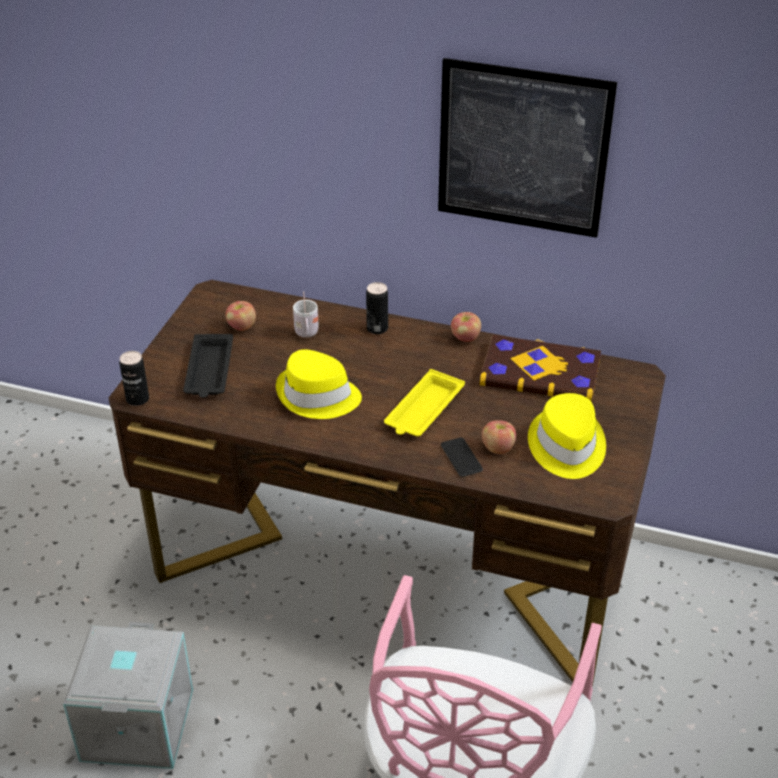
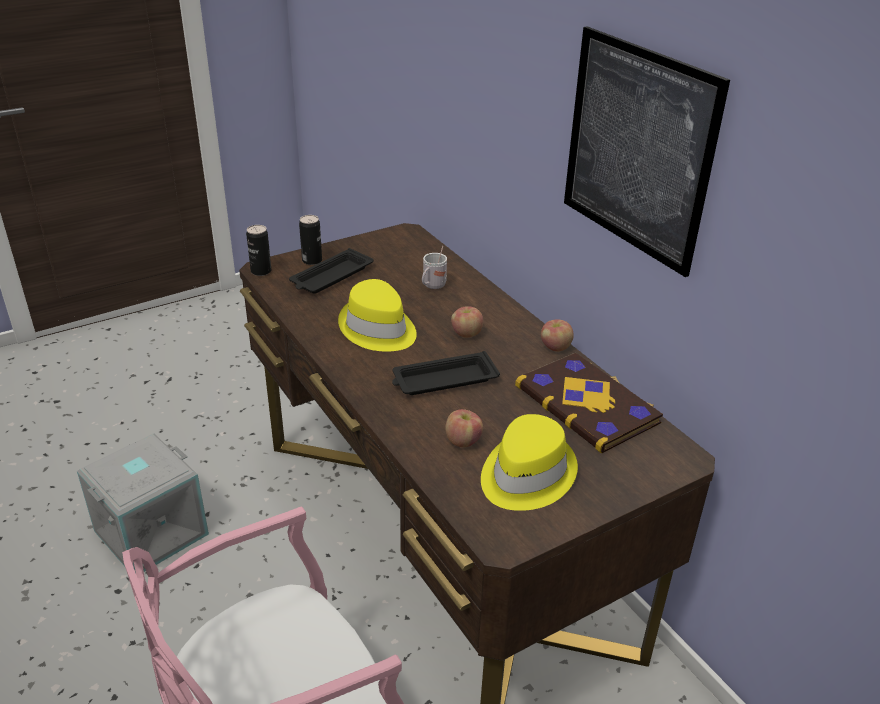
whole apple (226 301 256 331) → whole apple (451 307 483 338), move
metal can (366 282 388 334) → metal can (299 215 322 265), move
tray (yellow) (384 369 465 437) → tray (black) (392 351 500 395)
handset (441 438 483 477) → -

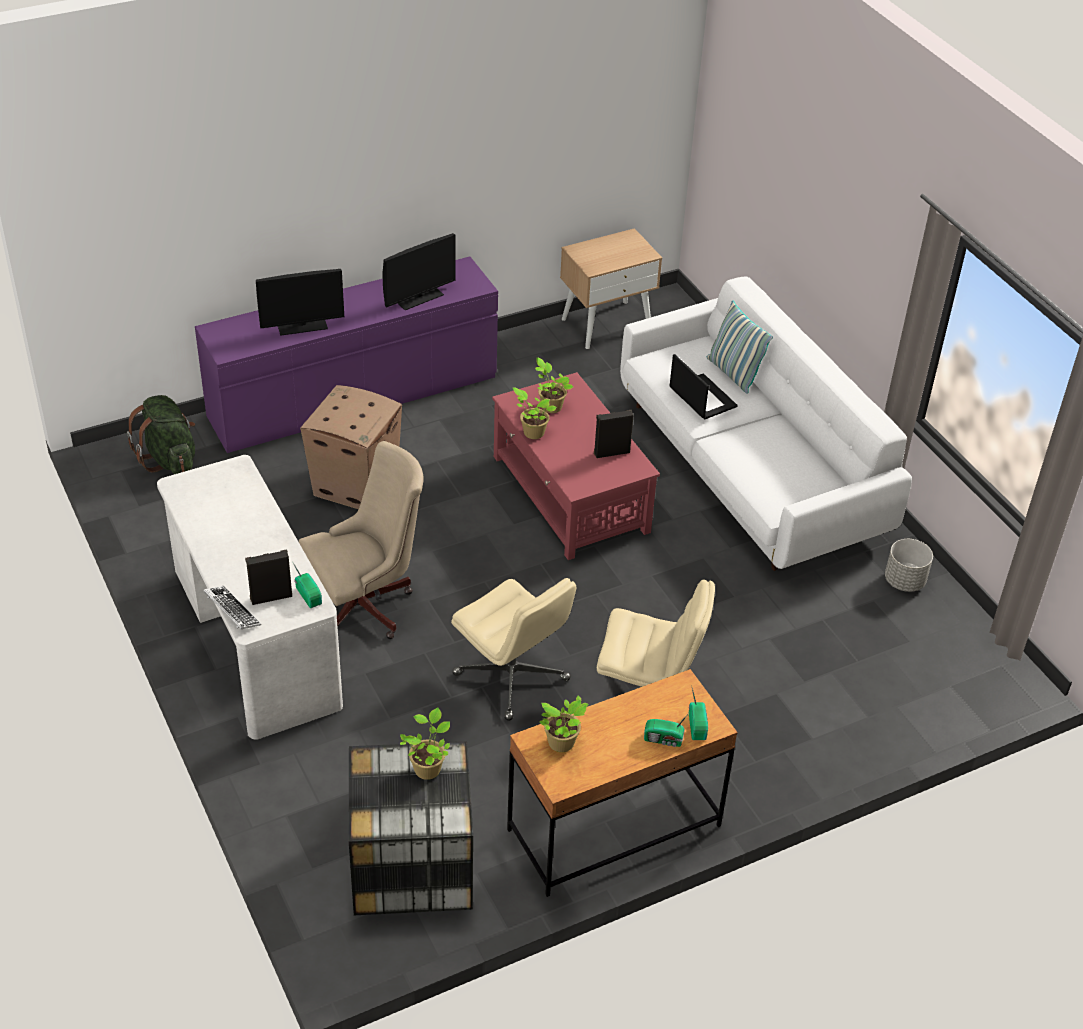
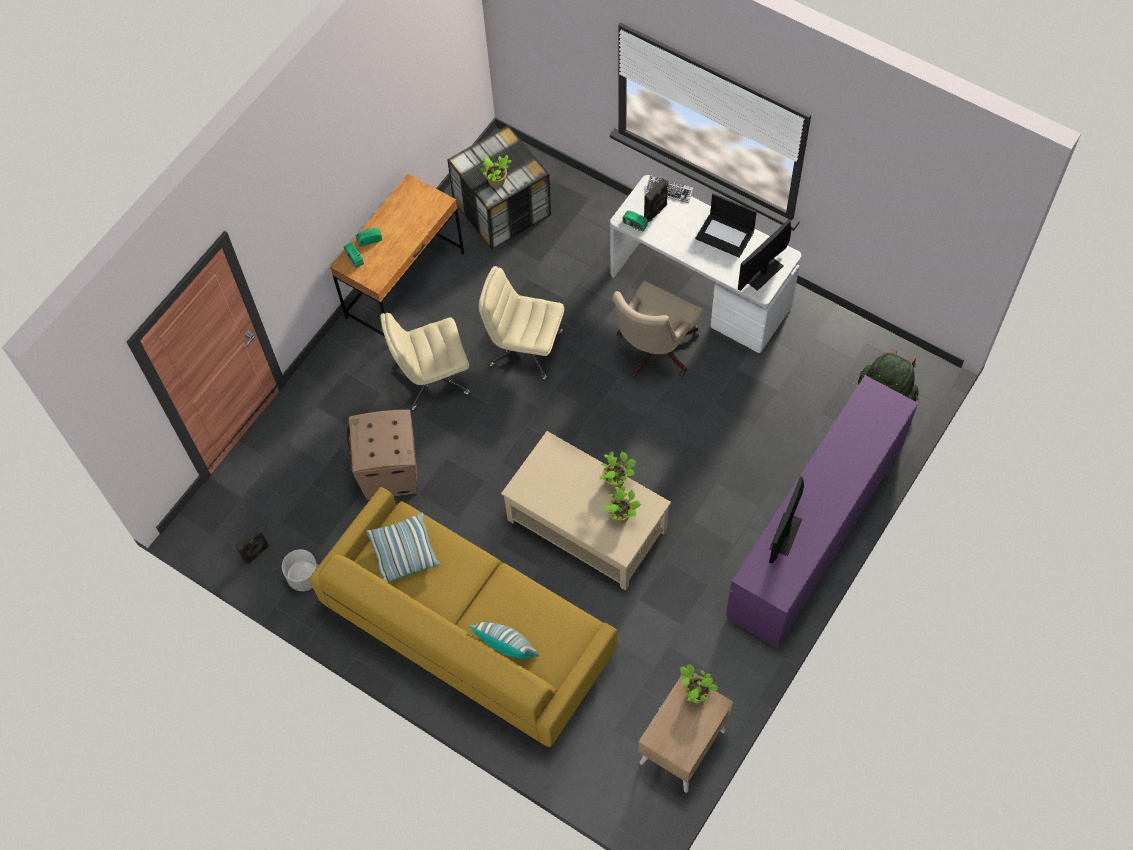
monitor (256 269 344 336) → monitor (738 219 791 291), move
carton (300 385 402 509) → carton (346 409 417 500), move
coffee table (red) (492 372 660 560) → coffee table (sand-coloured) (501 431 671 591)
potted plant (540 696 589 752) → potted plant (680 664 719 703), move
speaker (black) (594 410 634 458) → speaker (black) (235 526 269 565), move
sofa (white) (620 276 912 571) → sofa (yellow) (310 487 618 747)
portable computer (670 354 738 419) → portable computer (695 193 757 258), move
- → throw pillow (366 512 441 583)

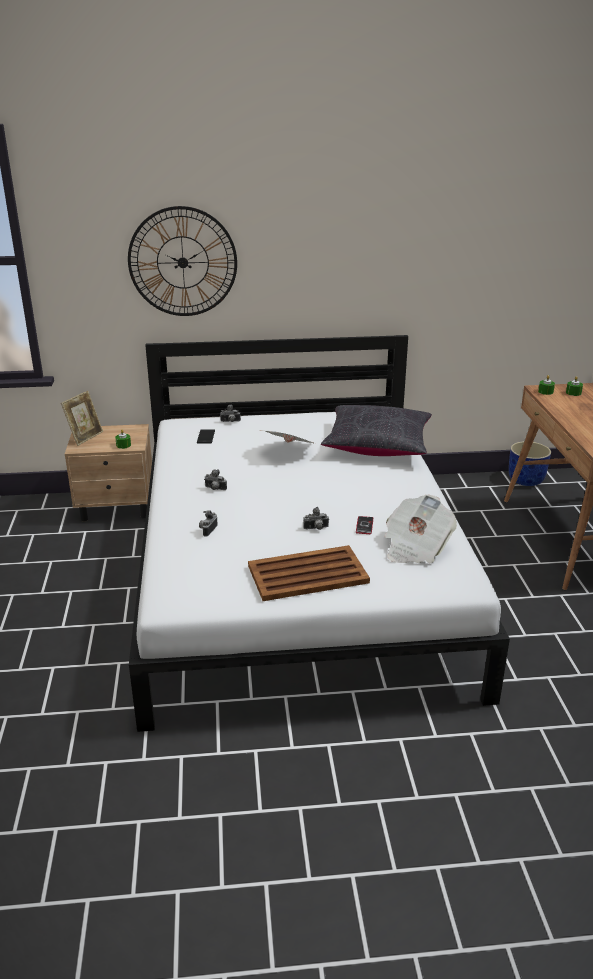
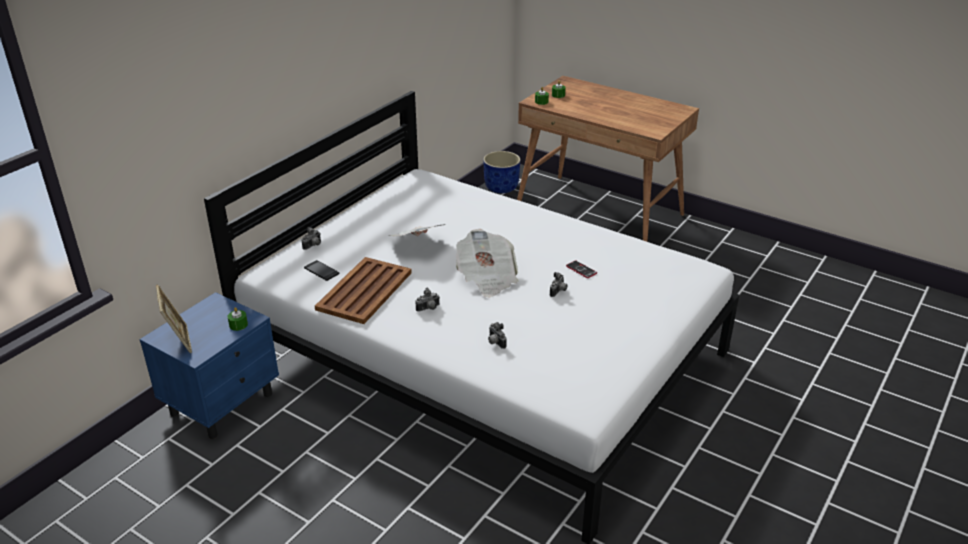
bedside table (sand-coloured) (65 424 152 522) → bedside table (blue) (140 292 279 439)
clock on the wall (128 206 237 316) → -
tray (brown) (248 545 370 601) → tray (brown) (315 257 412 324), move
throw pillow (black) (321 405 432 456) → -
printed paper (385 495 457 563) → printed paper (456 229 519 298), move

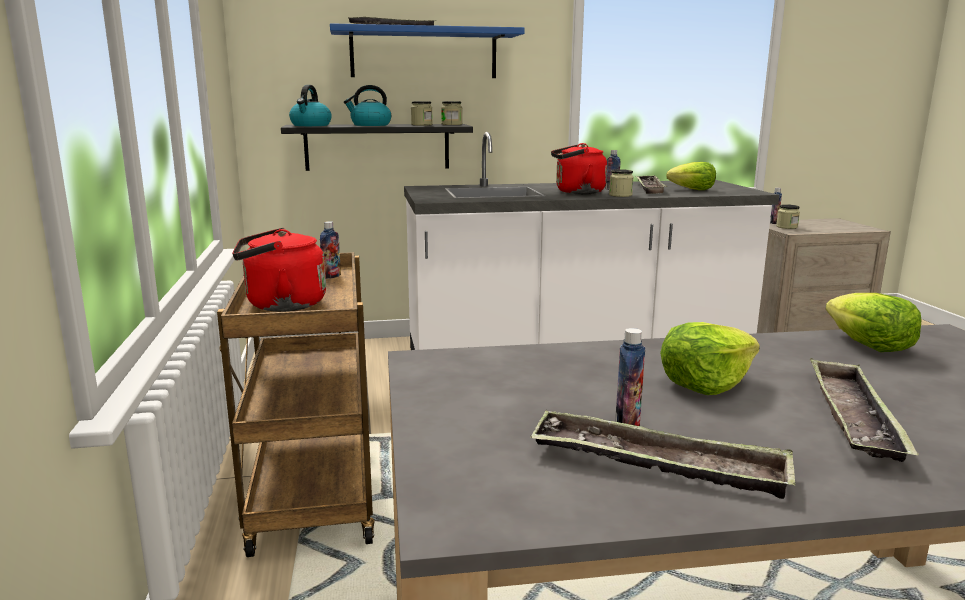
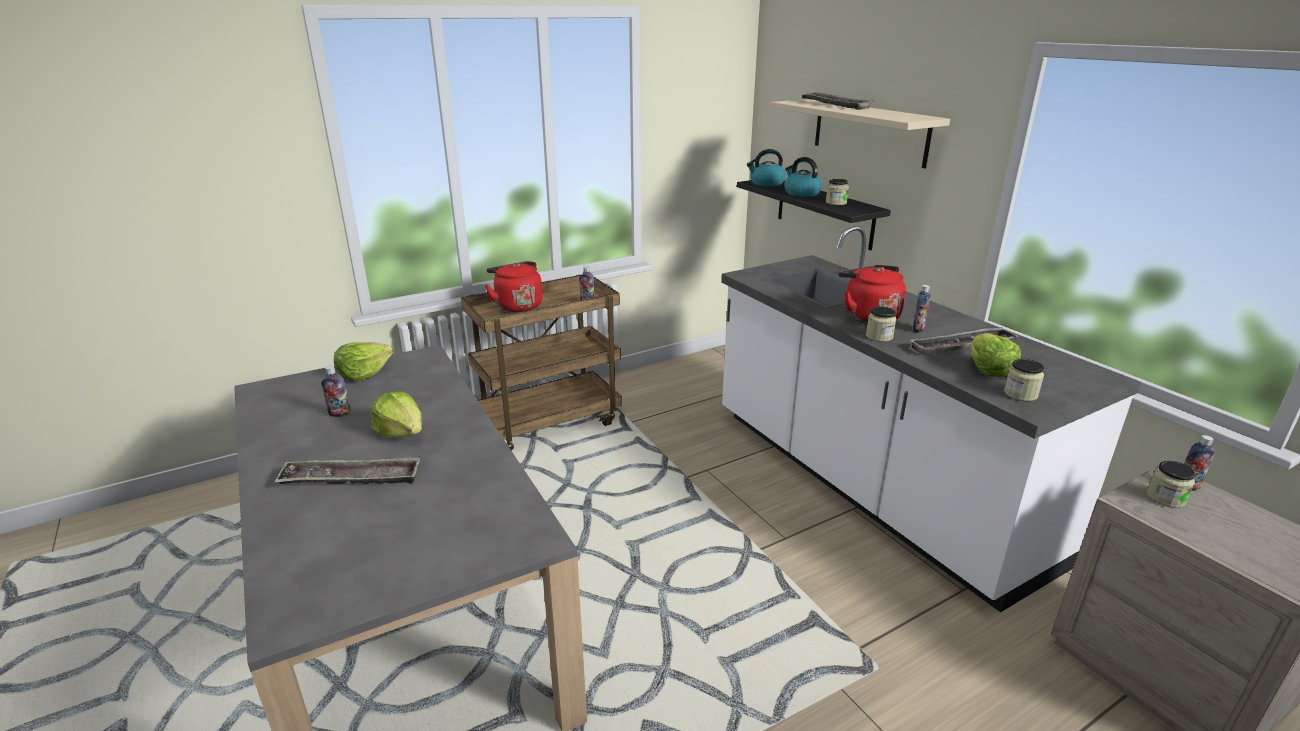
wall shelf (blue) (330 23 525 78) → wall shelf (sand-coloured) (770 99 950 168)
storage jar (441 101 462 125) → storage jar (1004 359 1044 401), move
tray (530 411 795 499) → -
lettuce head (826 293 921 352) → lettuce head (334 342 393 381), move

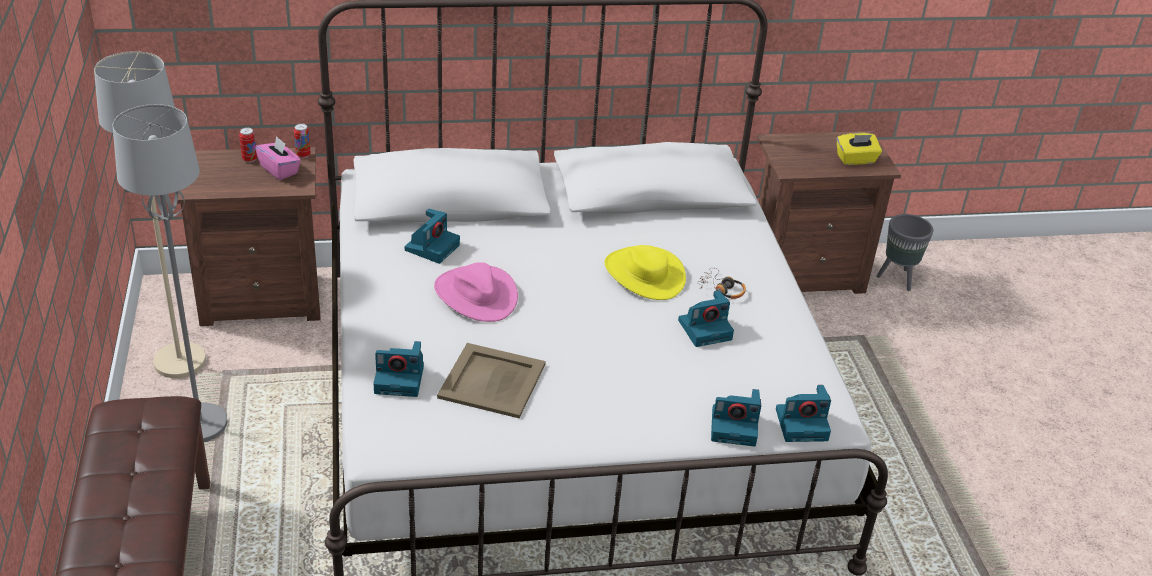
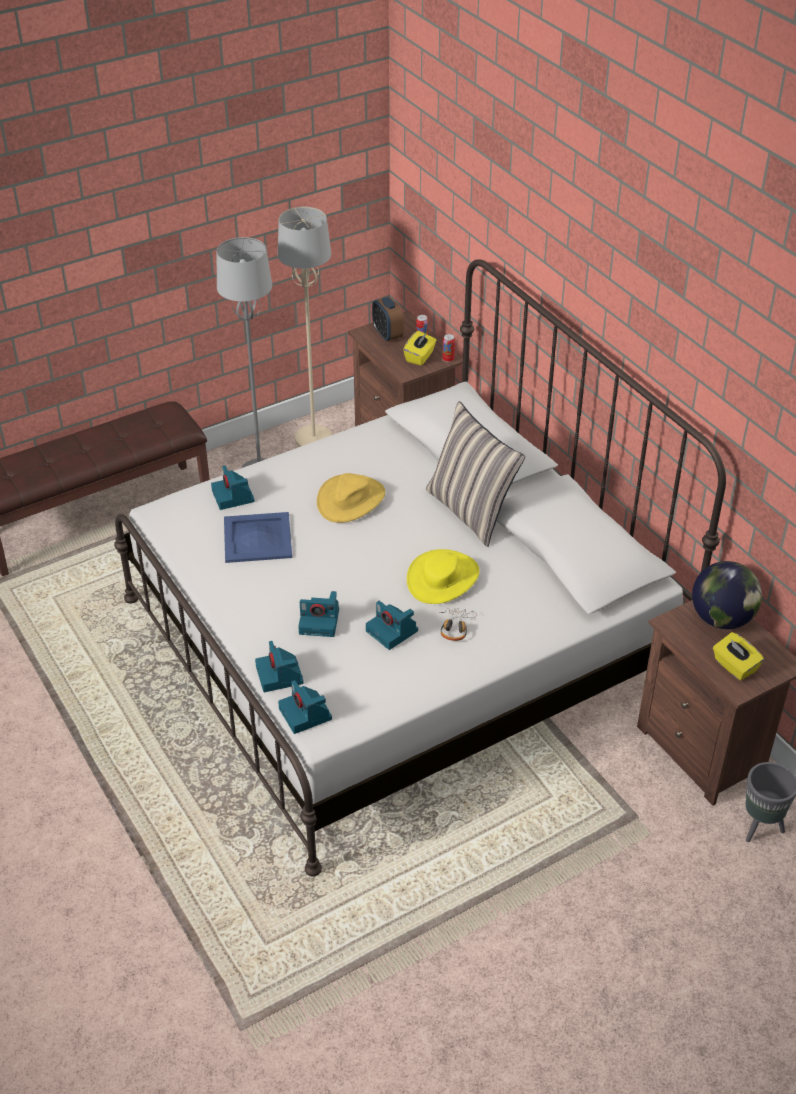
tissue box (pink) (255 136 301 180) → tissue box (yellow) (403 331 436 365)
photo camera (405 209 460 264) → photo camera (298 591 339 637), move
wearable hat (pink) (434 262 518 322) → wearable hat (yellow) (317 473 385 523)
tray (sand-coloured) (437 343 546 418) → tray (blue) (224 512 292 563)
- → table clock (372 297 404 342)
- → throw pillow (426 401 525 547)
- → world globe (692 561 762 629)

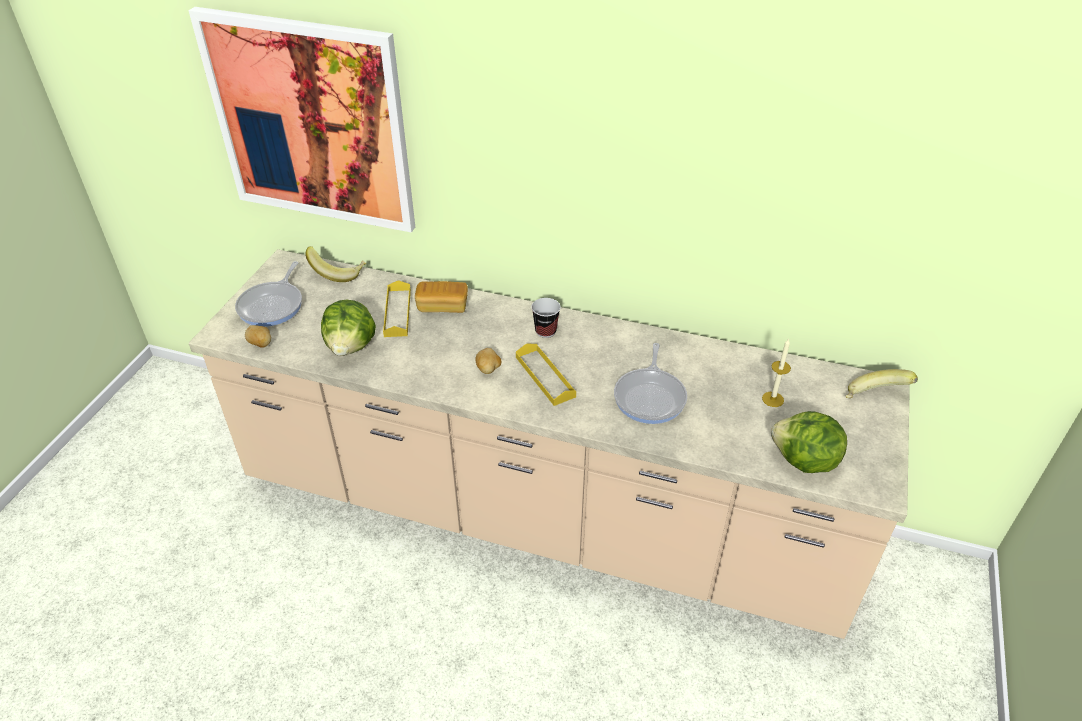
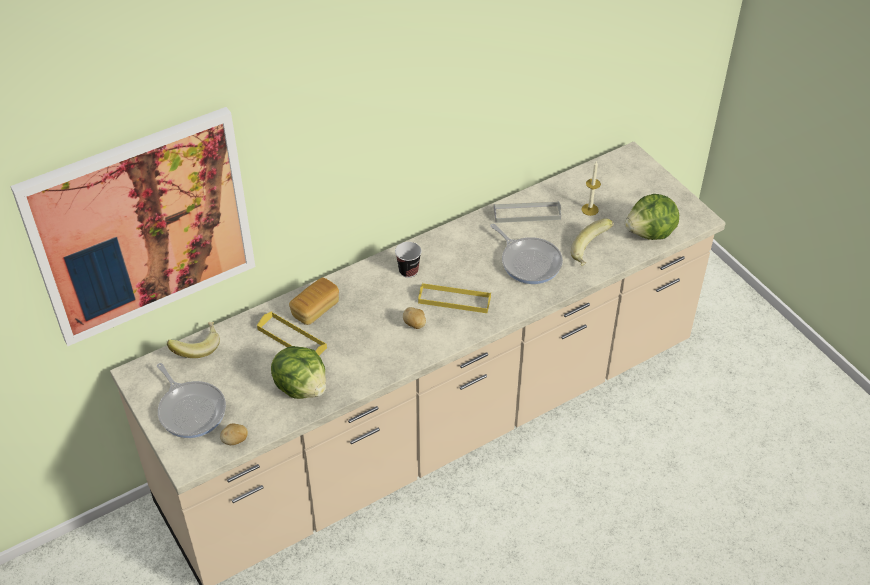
whole banana (846 369 918 399) → whole banana (571 219 614 266), move
- → tray (grey) (494 201 561 223)

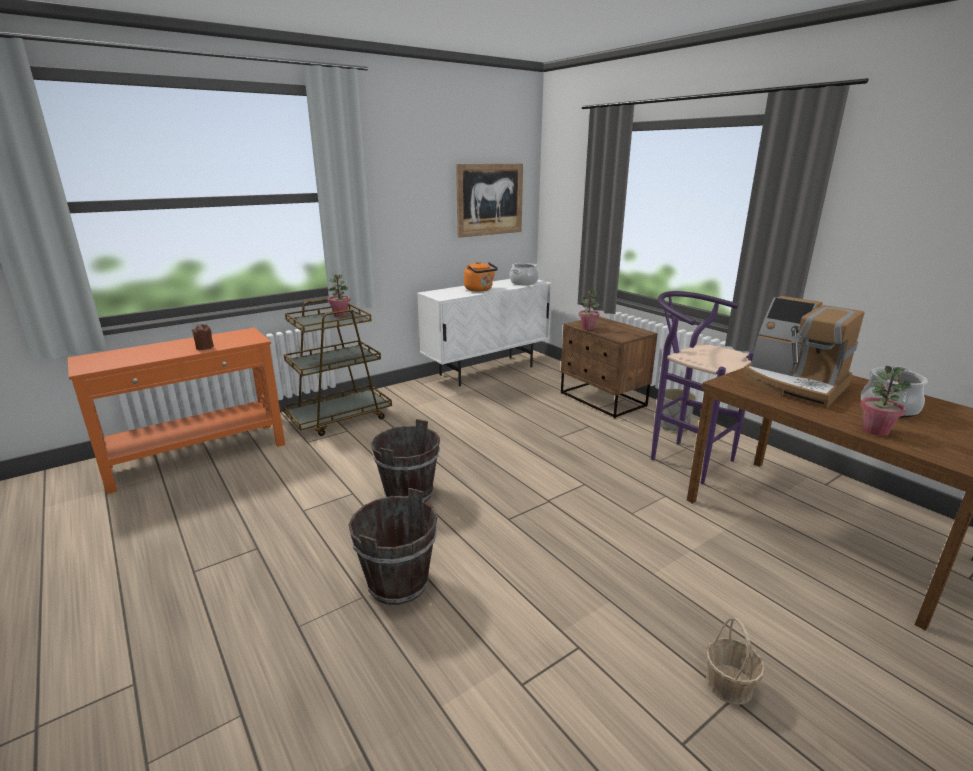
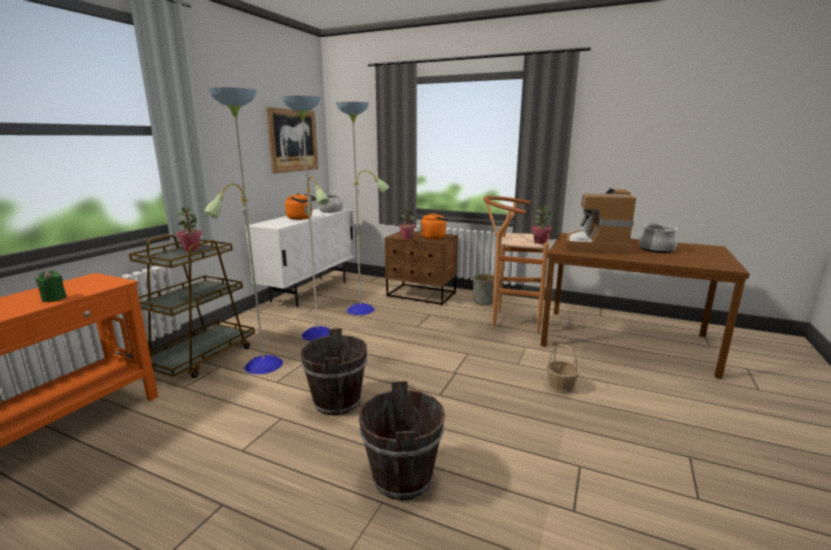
candle (brown) (192 324 214 350) → candle (green) (35 271 67 302)
sitting stool (purple-coloured) (651 291 754 484) → sitting stool (brown) (483 196 550 333)
storage basket (705 617 765 705) → storage basket (546 344 580 394), move
coffee brewer (743 296 865 408) → coffee brewer (566 188 636 255), 90 degrees clockwise
potted plant (861 366 911 436) → potted plant (531 206 553 244), move
- → standing lamp (204 87 389 374)
- → tea kettle (orangey) (420 213 450 239)

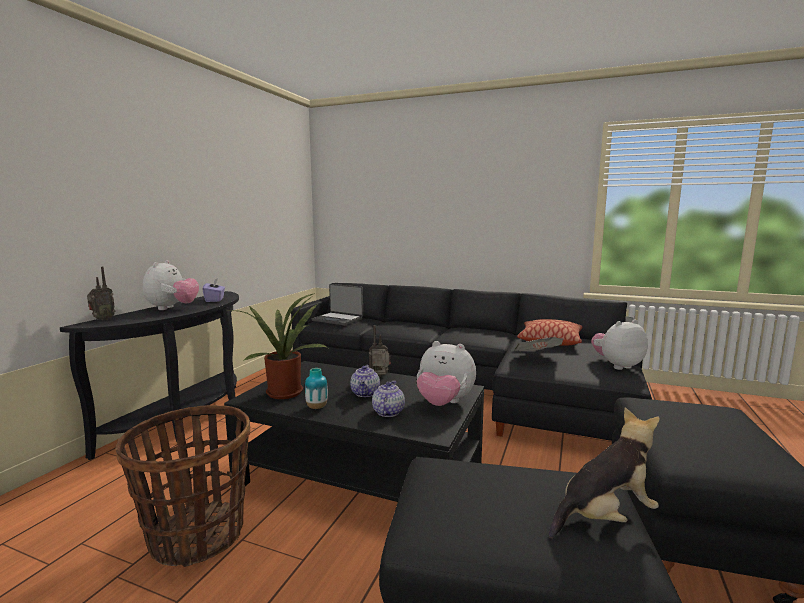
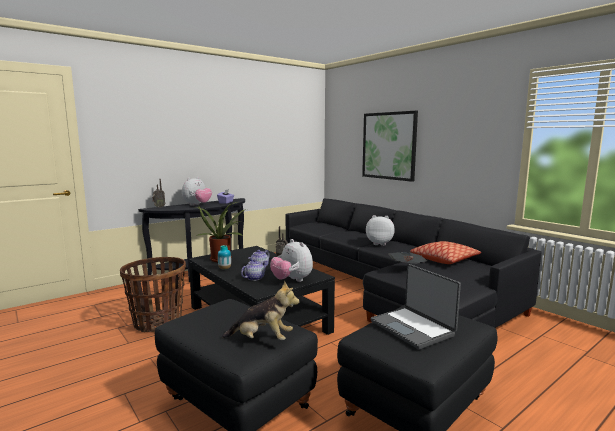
portable computer (312 284 363 325) → portable computer (370 264 461 349), move
plush toy (591 320 648 370) → plush toy (366 215 395 246), move
- → wall art (362 111 418 182)

